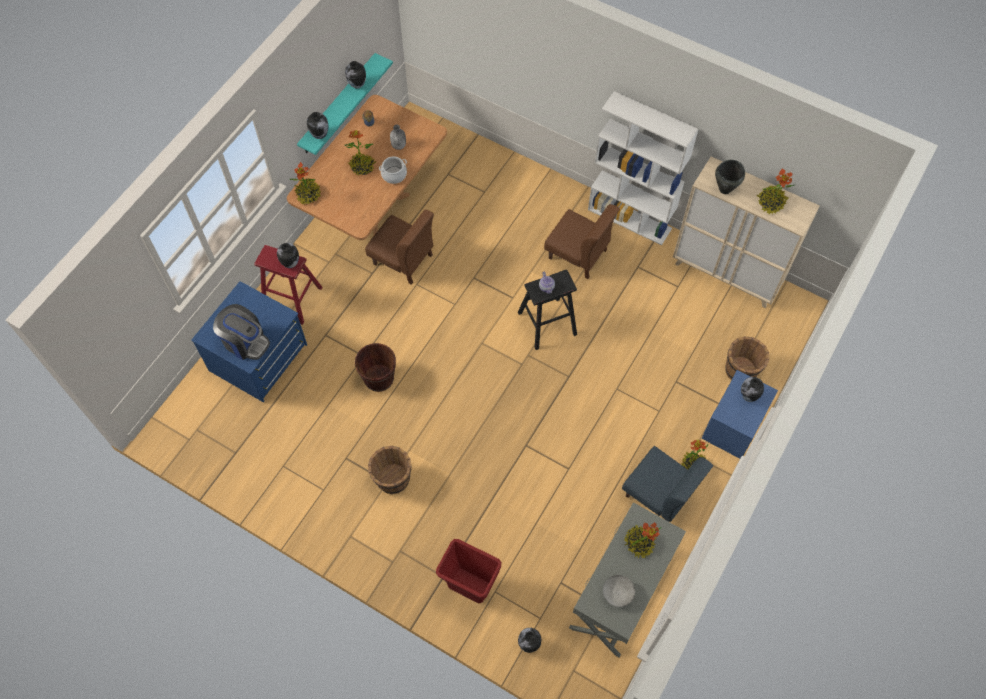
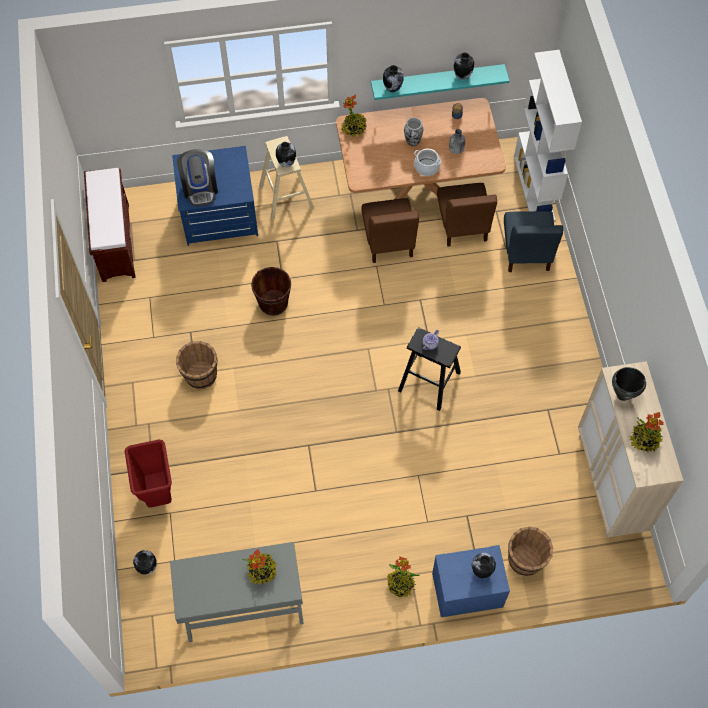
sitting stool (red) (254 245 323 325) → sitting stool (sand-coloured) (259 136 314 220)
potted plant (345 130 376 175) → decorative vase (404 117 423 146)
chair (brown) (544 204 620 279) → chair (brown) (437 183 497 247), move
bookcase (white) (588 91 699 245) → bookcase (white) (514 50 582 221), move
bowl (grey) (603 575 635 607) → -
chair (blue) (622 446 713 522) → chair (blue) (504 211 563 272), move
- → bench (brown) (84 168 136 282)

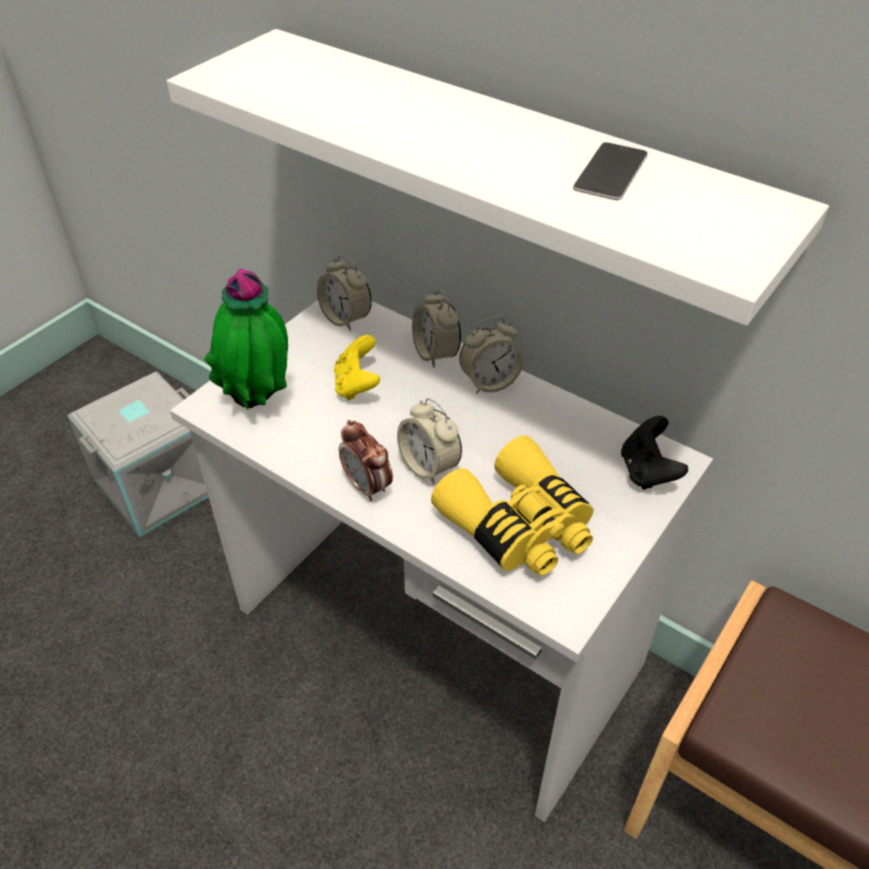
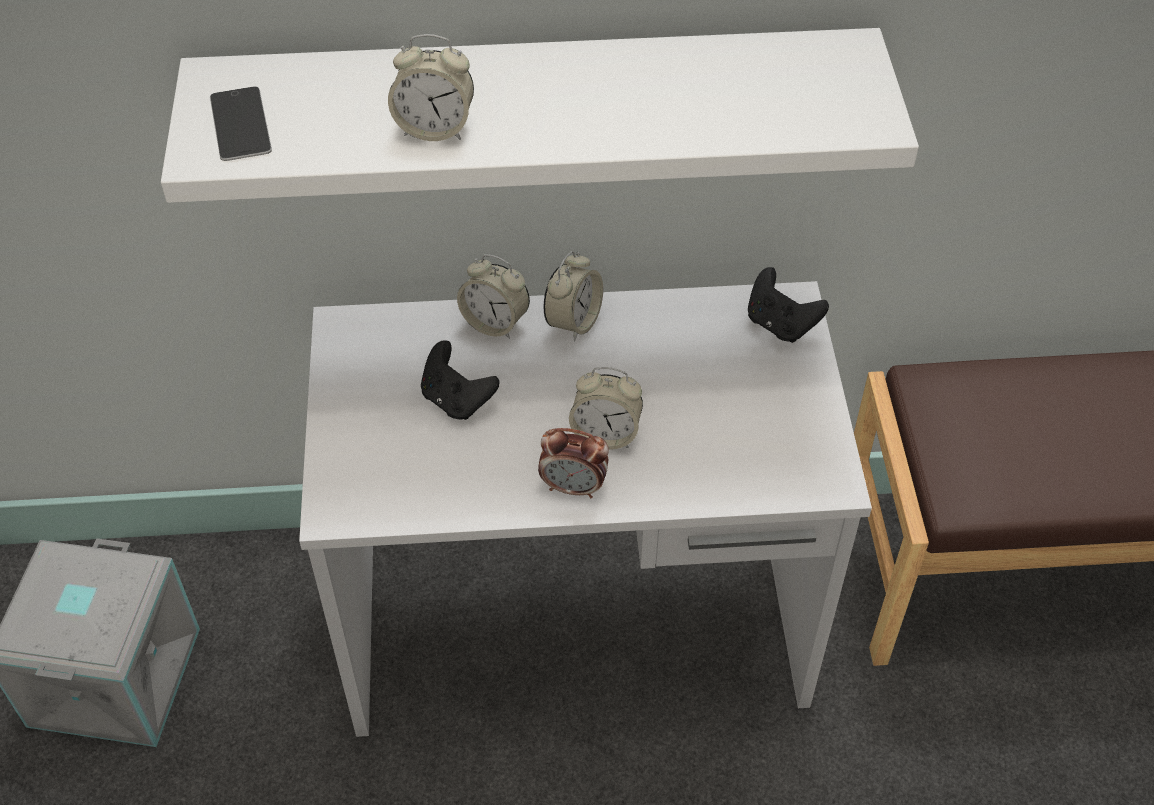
potted plant (204 269 288 411) → -
table clock (317 255 372 331) → table clock (388 34 474 141), move
gamepad (yellow) (334 335 380 401) → gamepad (black) (421 340 500 420)
field glasses (yellow) (431 436 594 576) → -
handset (573 142 648 200) → handset (210 86 272 161), move

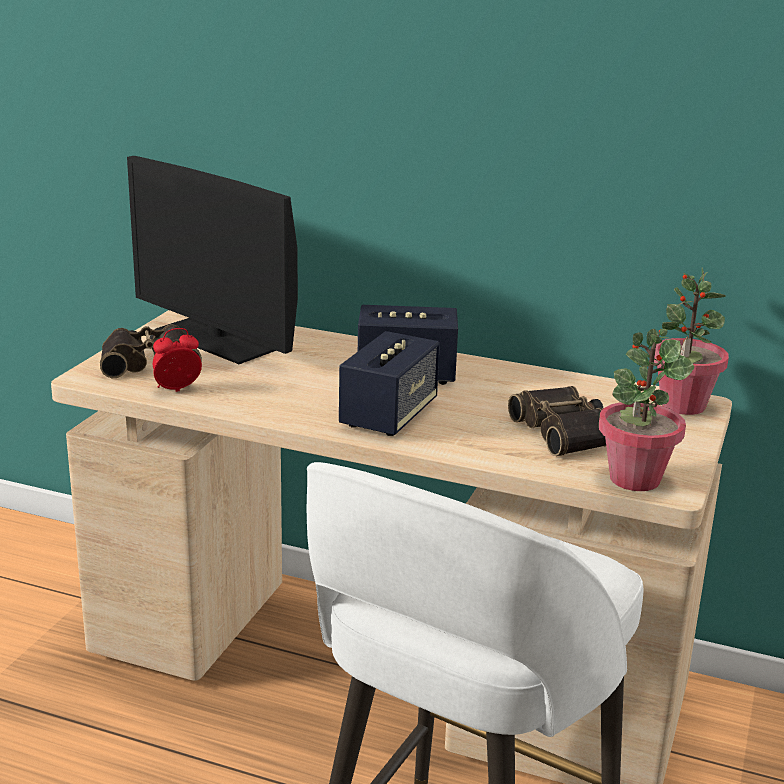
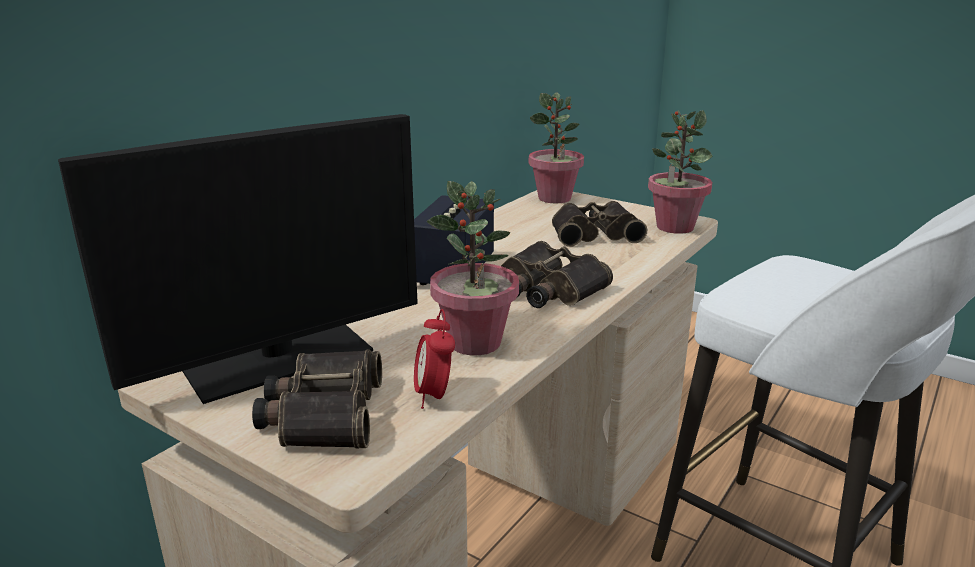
speaker (339 331 440 436) → field glasses (501 241 613 308)
- → potted plant (427 181 519 355)

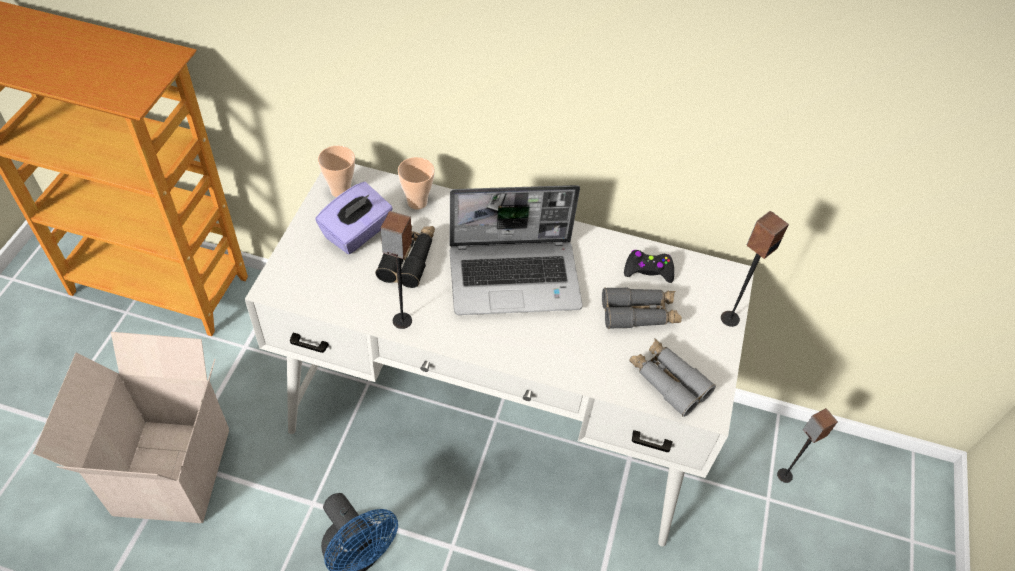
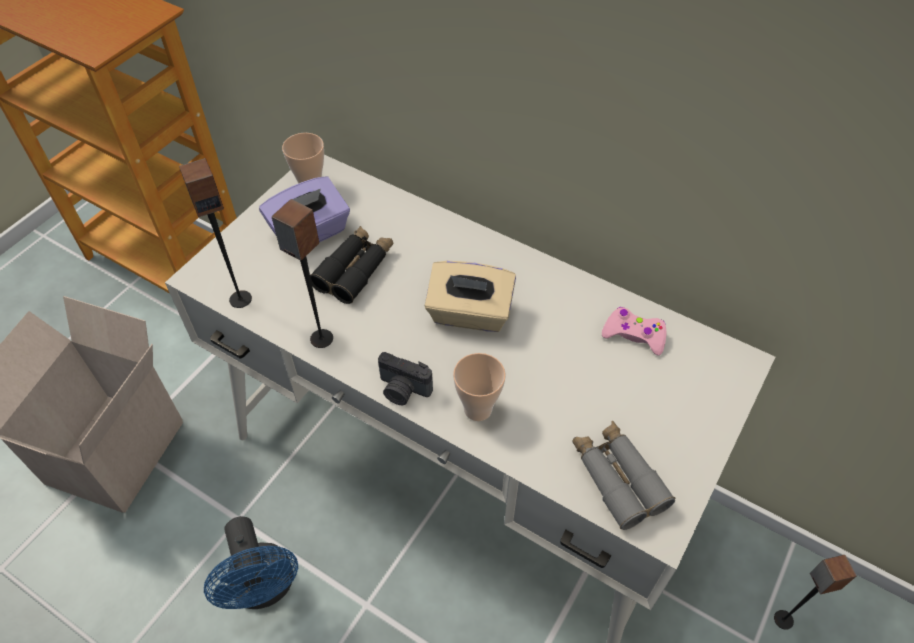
small cup (398 157 435 210) → small cup (453 353 506 421), move
portable computer (450 185 582 315) → tissue box (sand-coloured) (425 261 516 332)
field glasses (grey) (602 287 682 329) → -
gamepad (black) (624 250 674 283) → gamepad (pink) (602 307 666 356)
speaker (721 211 789 327) → speaker (179 158 252 308), move
- → photo camera (378 352 433 405)

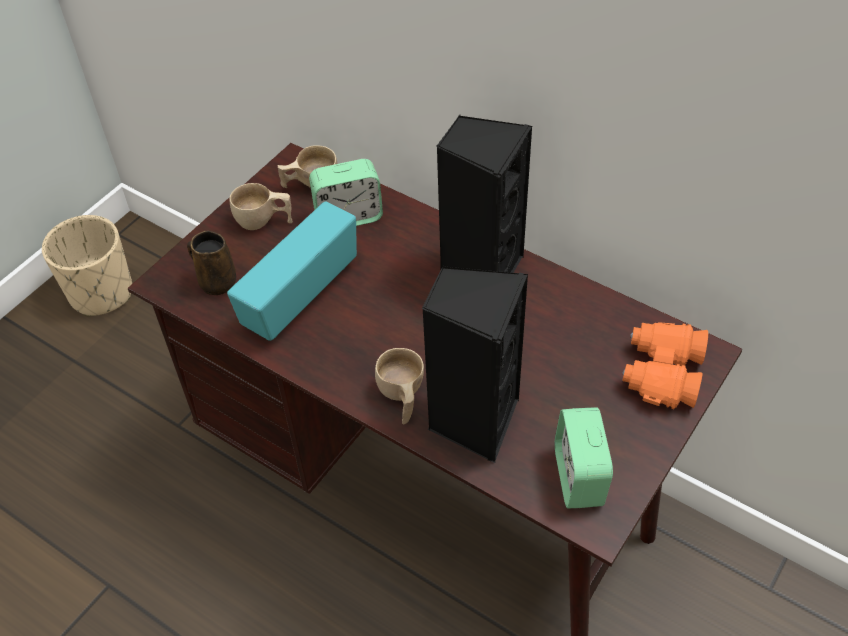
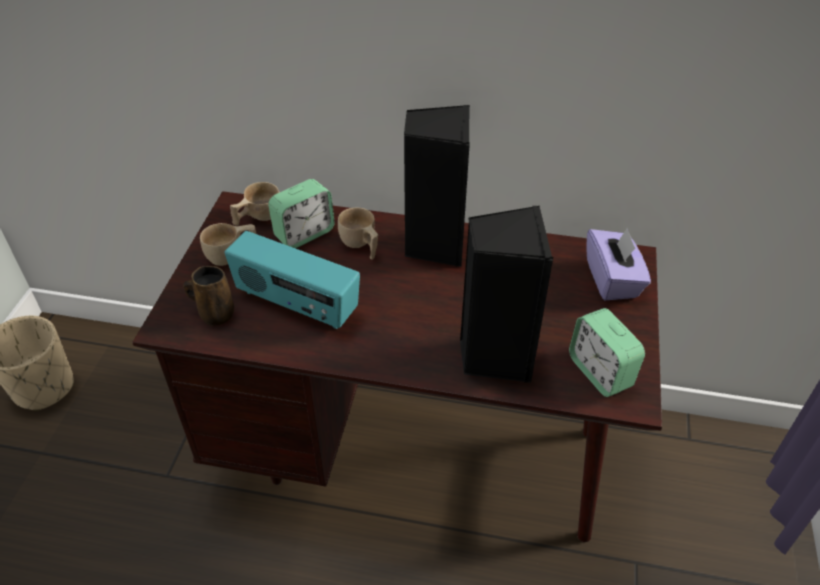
radio (227 201 357 341) → radio (225 231 360 329), 75 degrees counterclockwise
small cup (sand-coloured) (375 348 424 424) → small cup (sand-coloured) (338 208 378 260), move
field glasses (orangey) (622 322 708 409) → tissue box (purple-coloured) (586 227 651 300)

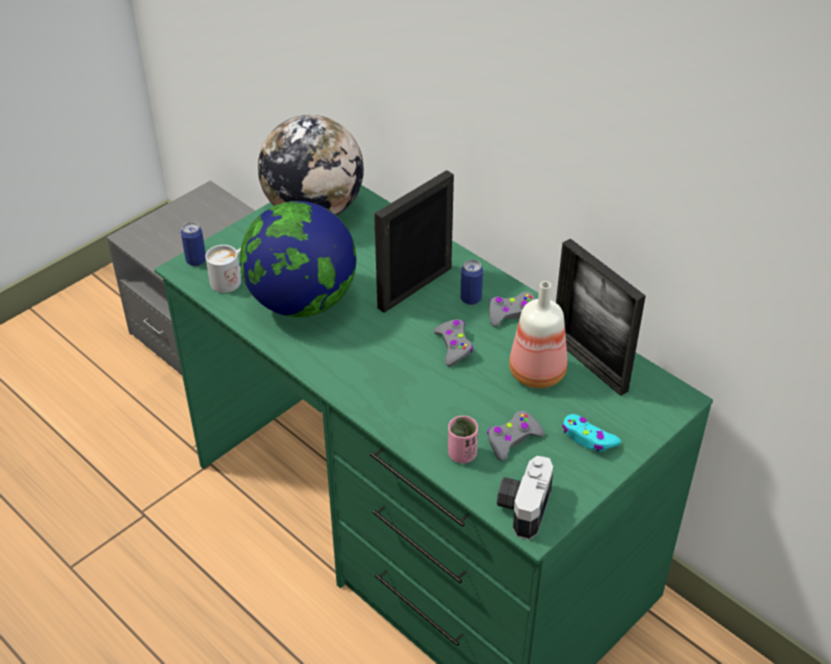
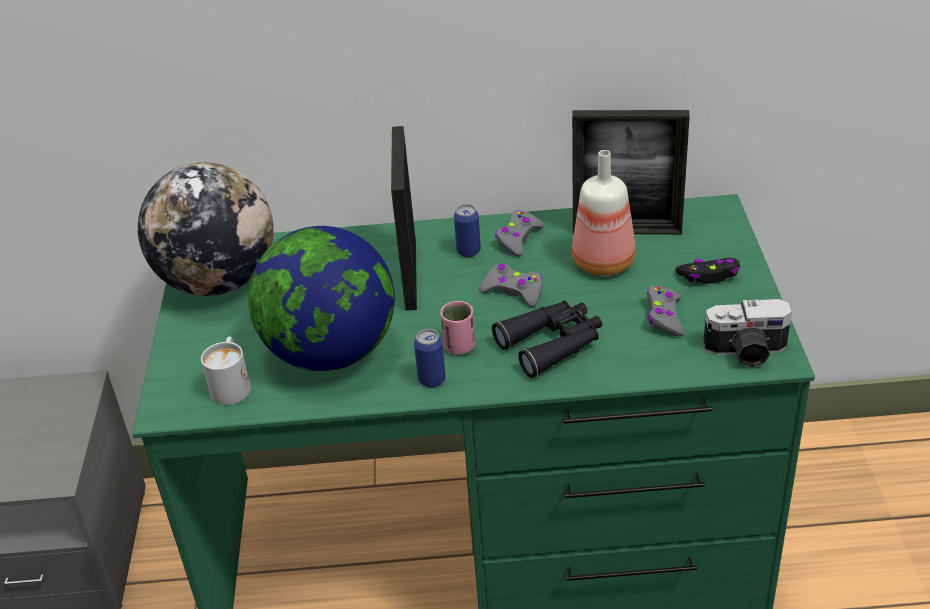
metal can (181 222 206 266) → metal can (414 329 446 388), move
small cup (pink) (448 416 478 463) → small cup (pink) (440 301 476 354), move
photo camera (497 455 553 540) → photo camera (703 299 792 367), 60 degrees counterclockwise
gamepad (turquoise-coloured) (562 414 621 452) → gamepad (black) (675 258 740 284)
- → field glasses (black) (492 300 602 378)

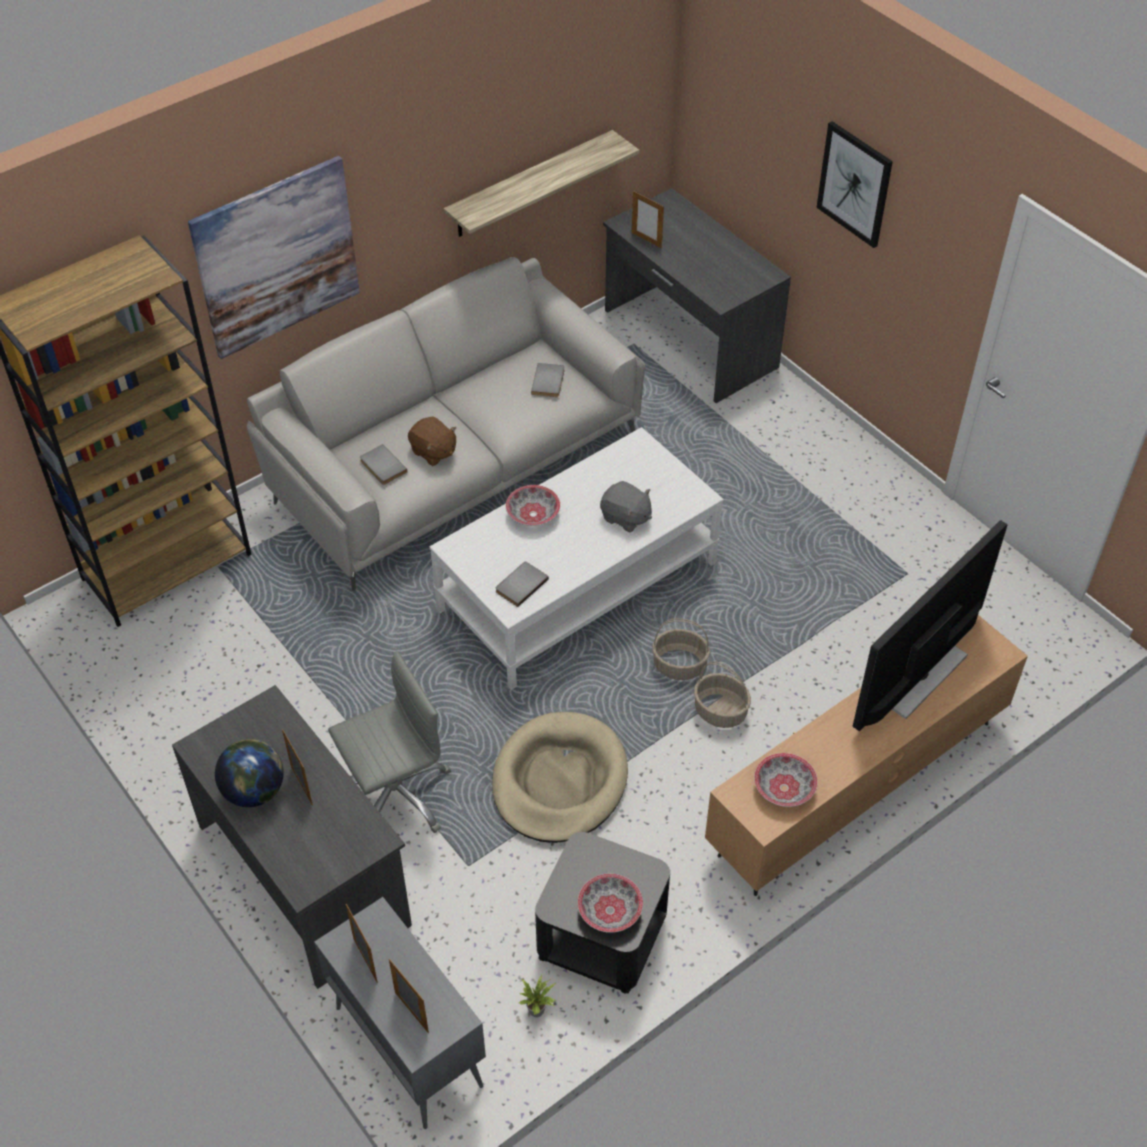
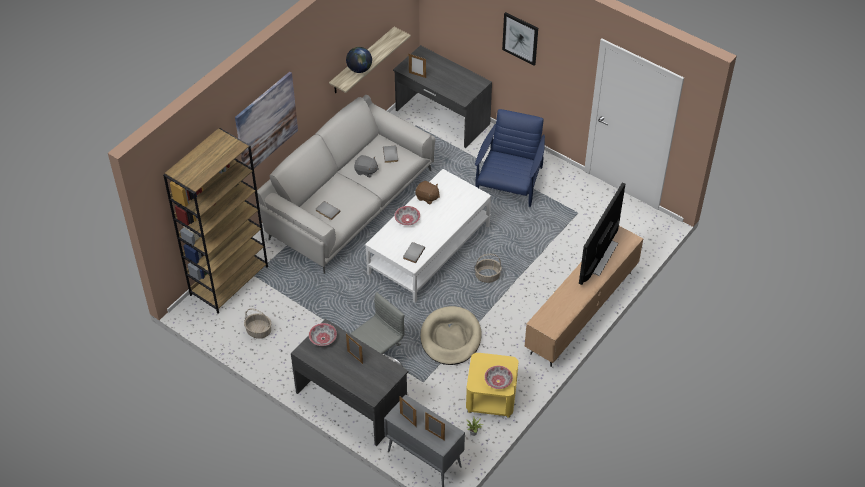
world globe (215 739 284 807) → world globe (346 47 372 73), move
plush toy (brown) (408 417 456 466) → plush toy (brown) (415 181 440 204), move
end table (black) (535 832 670 994) → end table (yellow) (466 353 518 418)
plush toy (grey) (600 481 652 532) → plush toy (grey) (354 155 379 177), move
storage basket (694 661 751 728) → storage basket (244 308 272 339), move
bowl (754 753 818 807) → bowl (309 323 337 346), move
- → lounge chair (blue) (475 109 545 207)

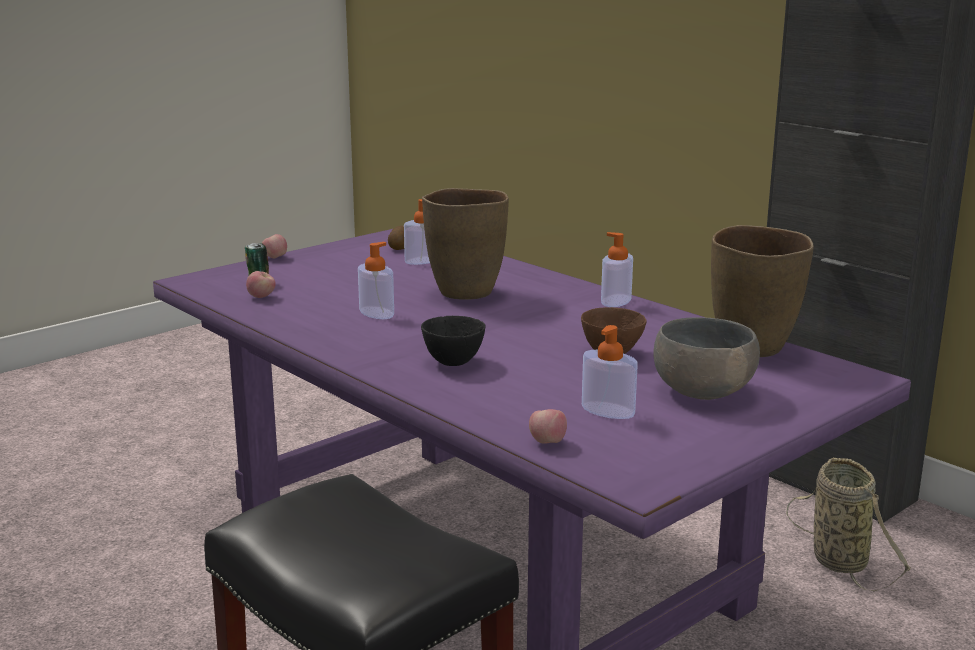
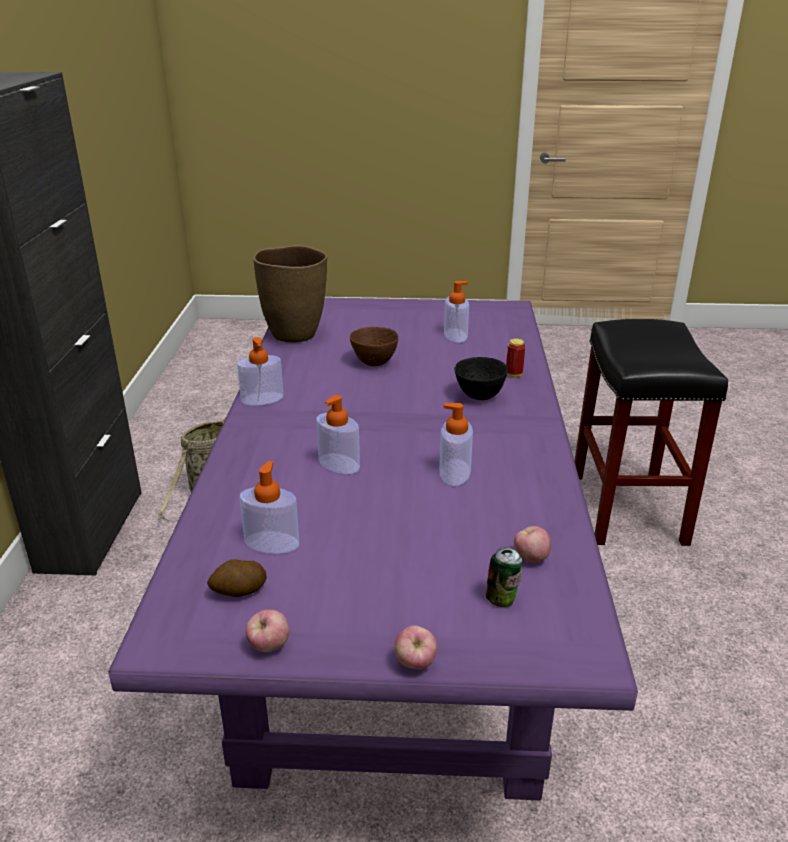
decorative vase (brown) (422 188 509 300) → soap dispenser (316 395 360 474)
whole apple (529 409 567 444) → whole apple (246 610 289 652), move
bowl (grey) (654 317 760 400) → -
- → metal can (506 339 525 377)

